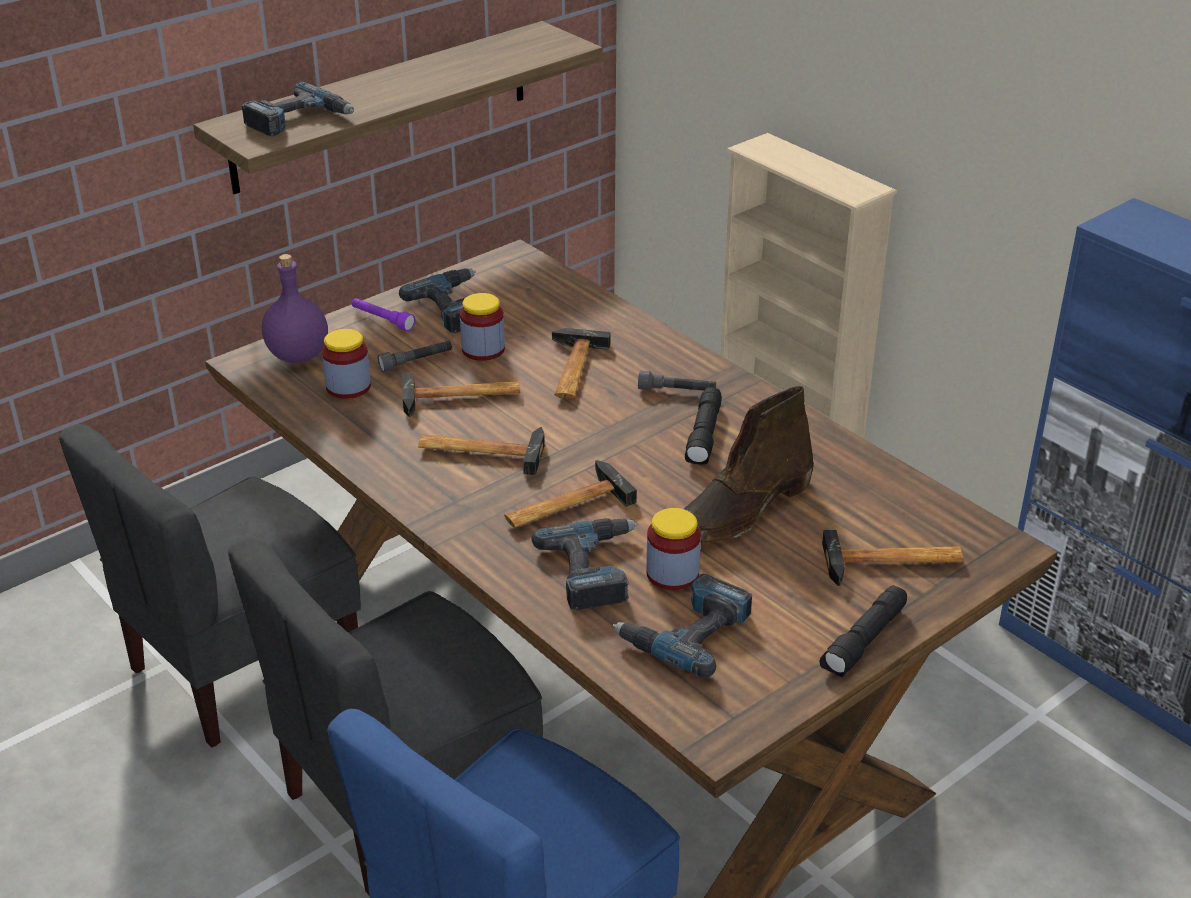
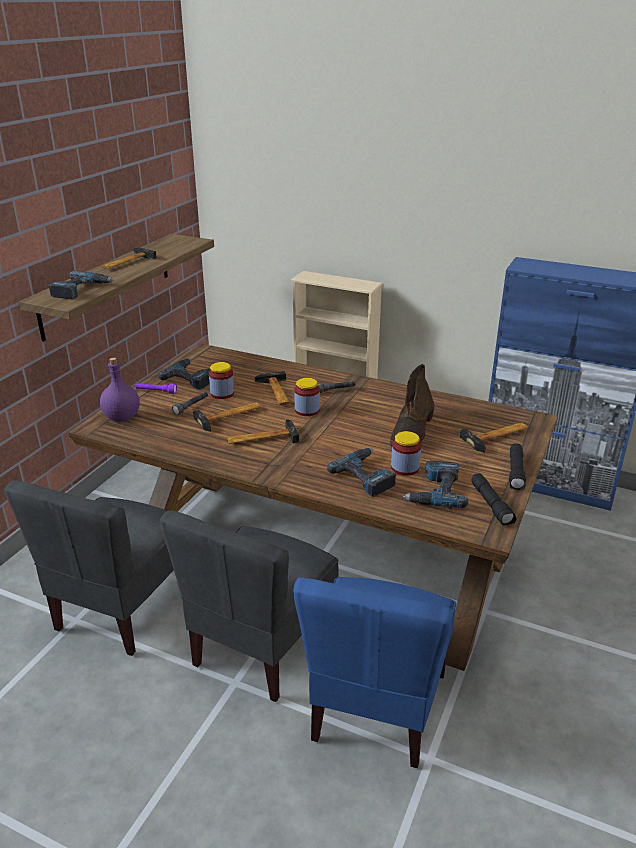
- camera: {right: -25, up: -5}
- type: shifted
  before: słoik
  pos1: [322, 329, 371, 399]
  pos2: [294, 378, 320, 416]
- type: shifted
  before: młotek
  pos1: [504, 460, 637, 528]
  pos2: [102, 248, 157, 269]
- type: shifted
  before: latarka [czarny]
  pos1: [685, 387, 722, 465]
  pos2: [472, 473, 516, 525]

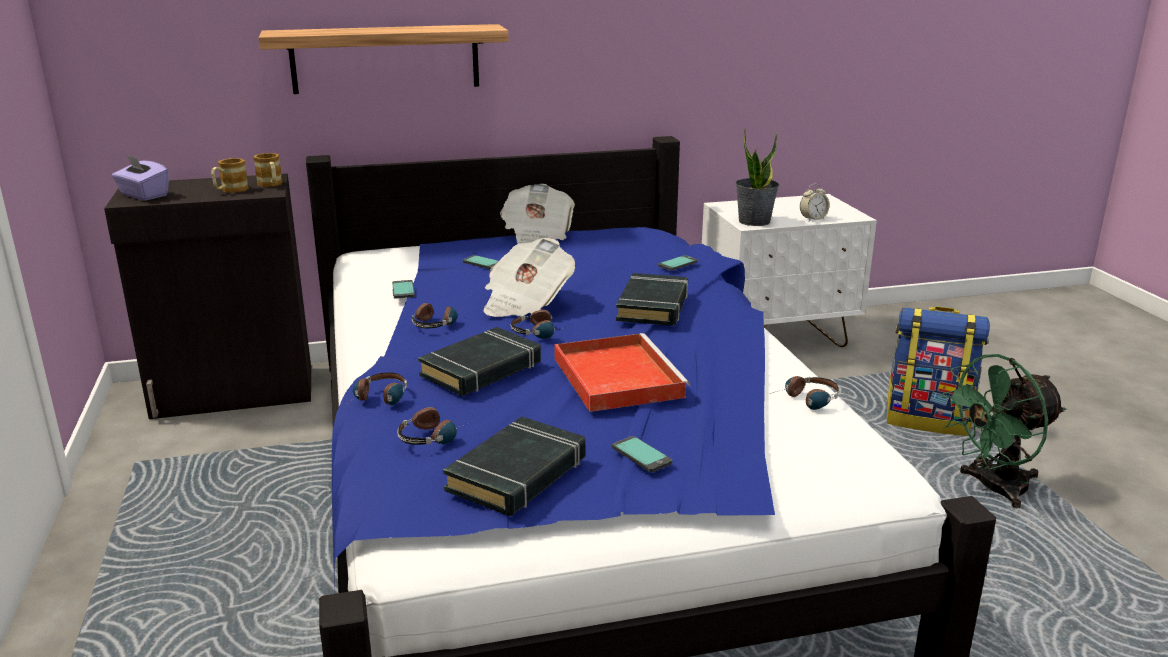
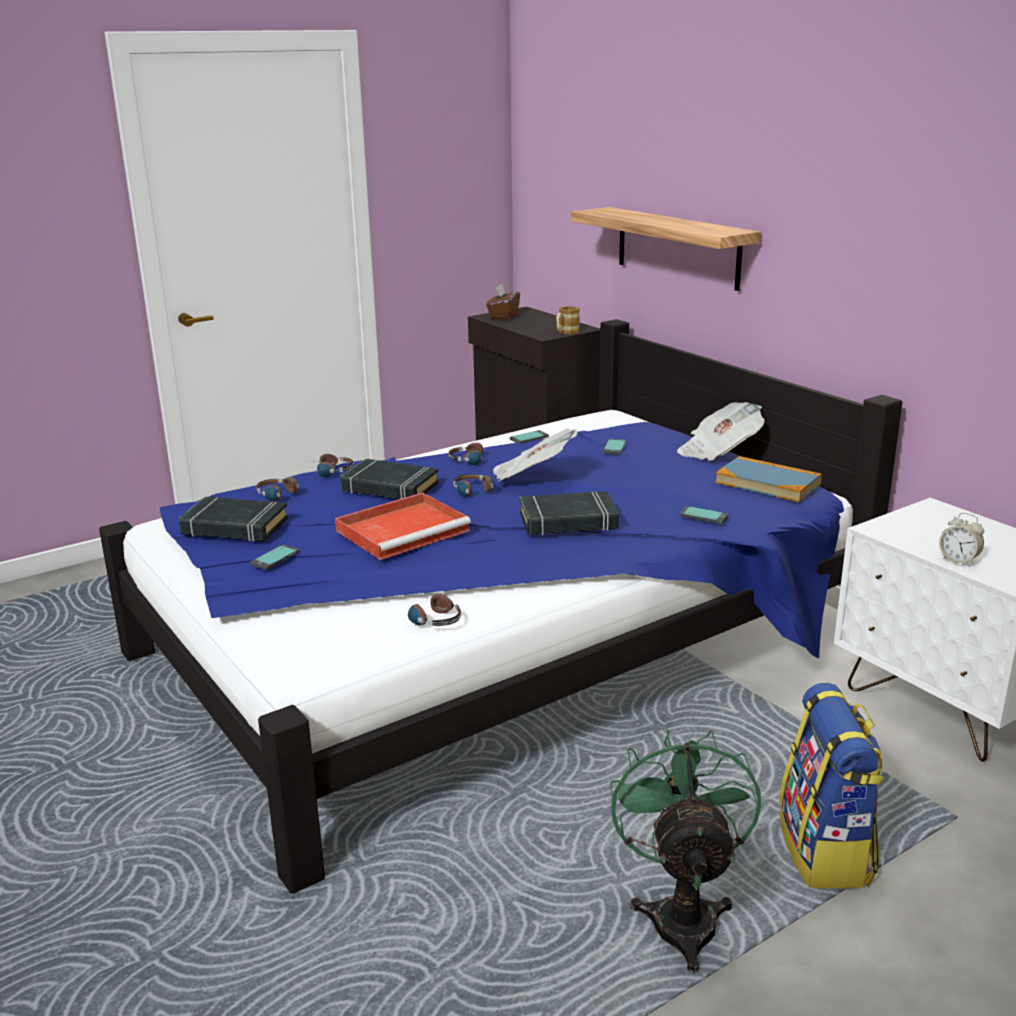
- camera: {right: 70, up: 0}
- type: gone
  before: kubek
  pos1: [211, 158, 249, 193]
- type: gone
  before: roślina doniczkowa
  pos1: [735, 128, 779, 226]
- type: new
  after: książka
  pos2: [715, 456, 822, 502]
- type: repainted
  before: pudełko chusteczek [fioletowy]
  after: pudełko chusteczek [brązowy]
  pos1: [112, 155, 169, 201]
  pos2: [486, 284, 520, 320]
- type: rotated
  before: wentylator [zielony]
  pos1: [941, 354, 1066, 508]
  pos2: [610, 728, 761, 973]
  turn: 45

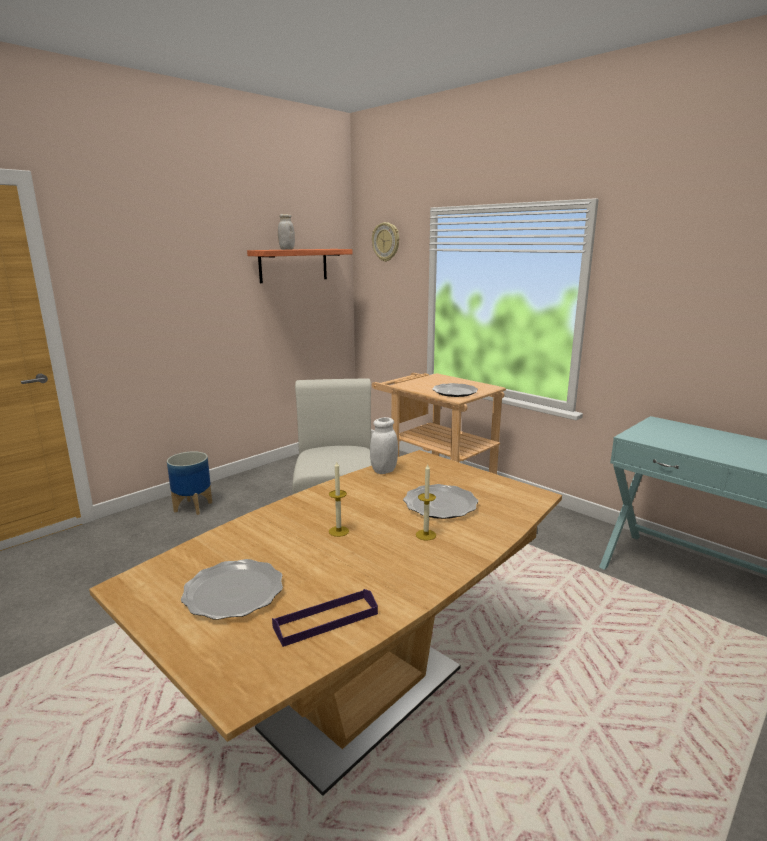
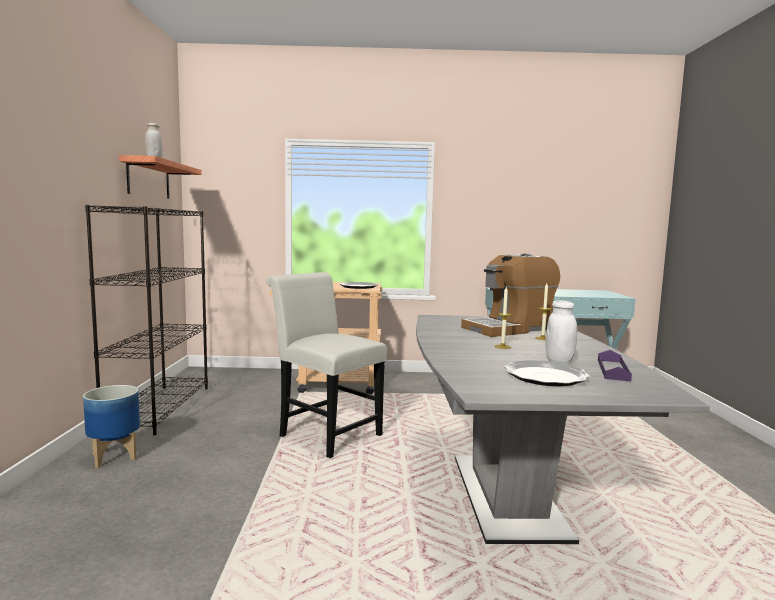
- camera: {right: -45, up: -10}
- type: gone
  before: zegar ścienny
  pos1: [372, 222, 399, 262]
- type: new
  after: regał [czarny]
  pos2: [85, 205, 208, 435]
- type: shifted
  before: słoik [biały]
  pos1: [370, 417, 398, 474]
  pos2: [546, 300, 577, 364]
- type: swapped
  before: talerz
  after: ekspres do kawy
  pos1: [403, 484, 479, 519]
  pos2: [461, 254, 560, 337]
- type: repainted
  before: stół jadalny [brązowy]
  after: stół jadalny [szary]
  pos1: [89, 450, 562, 796]
  pos2: [416, 315, 710, 544]

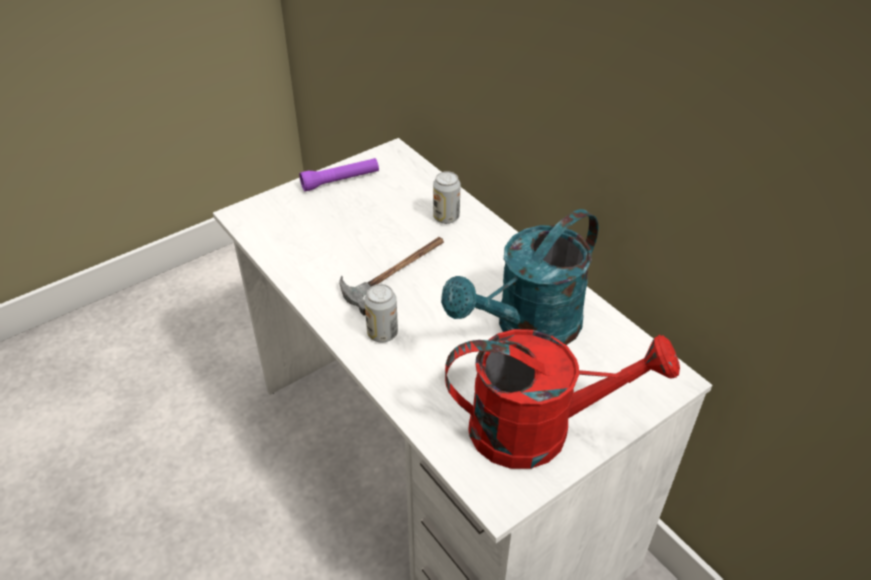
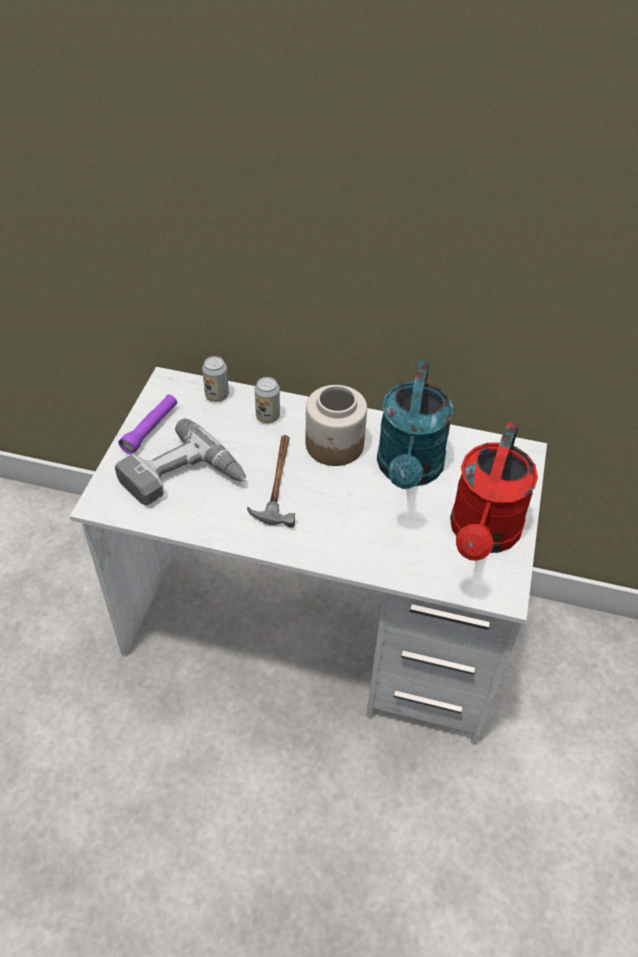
- camera: {right: -40, up: 5}
- type: new
  after: wiertarka
  pos2: [115, 418, 246, 505]
- type: new
  after: słoik
  pos2: [306, 385, 367, 466]
- type: shifted
  before: puszka
  pos1: [364, 284, 398, 343]
  pos2: [202, 356, 229, 402]
- type: rotated
  before: konewka [czerwony]
  pos1: [445, 329, 680, 469]
  pos2: [450, 422, 538, 561]
  turn: 150

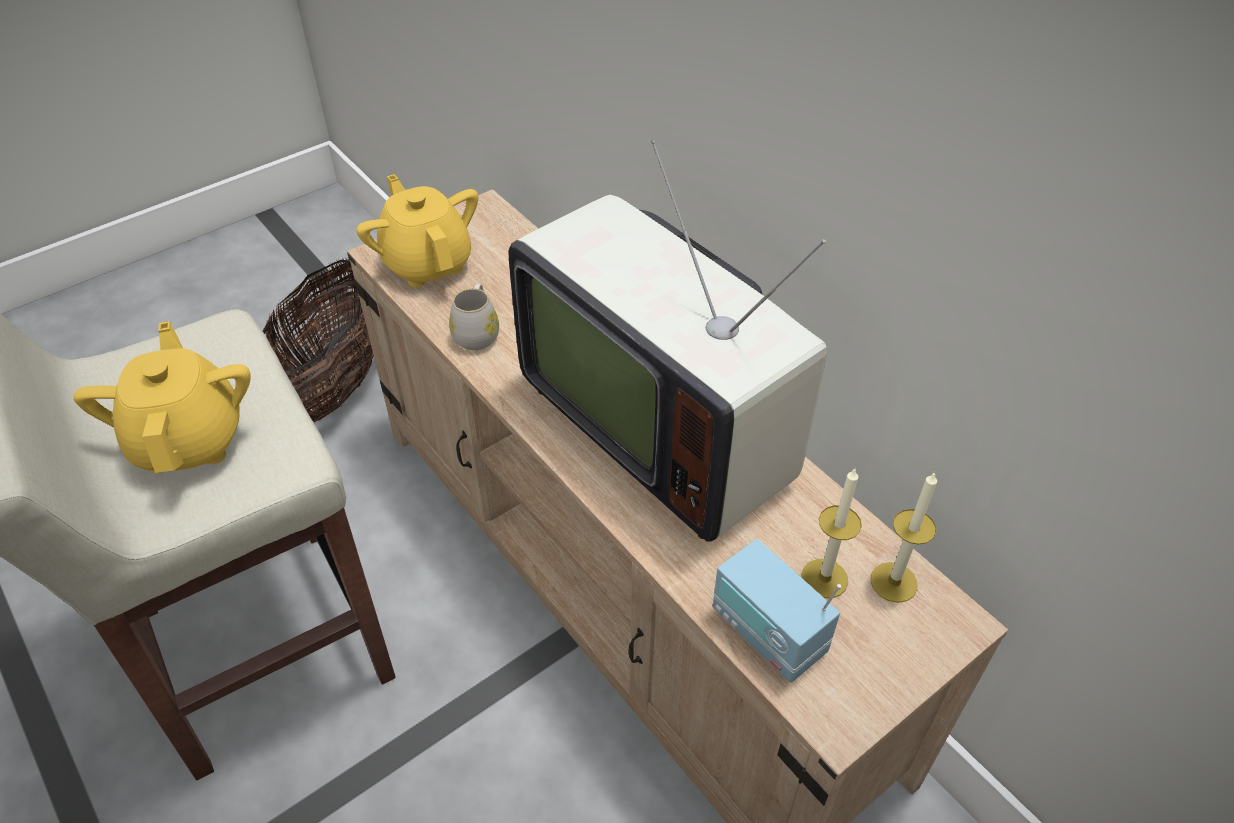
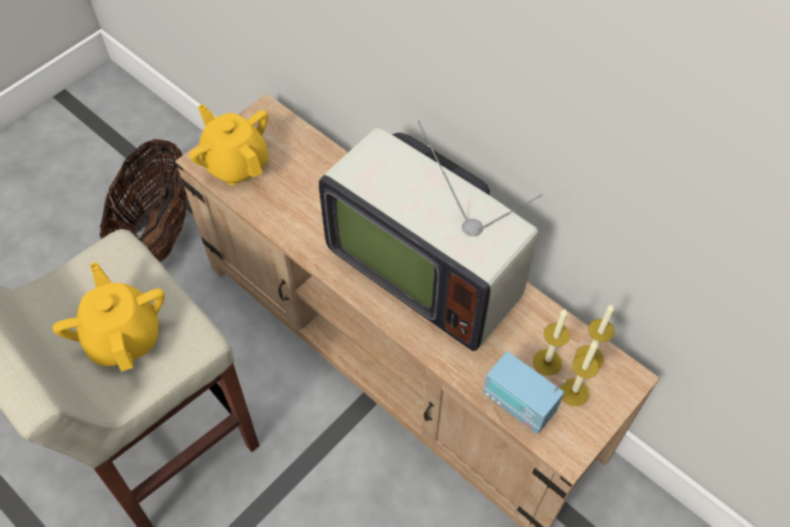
- camera: {right: -10, up: 10}
- type: gone
  before: kubek [biały]
  pos1: [449, 284, 499, 350]
- type: new
  after: świeca
  pos2: [560, 341, 599, 406]

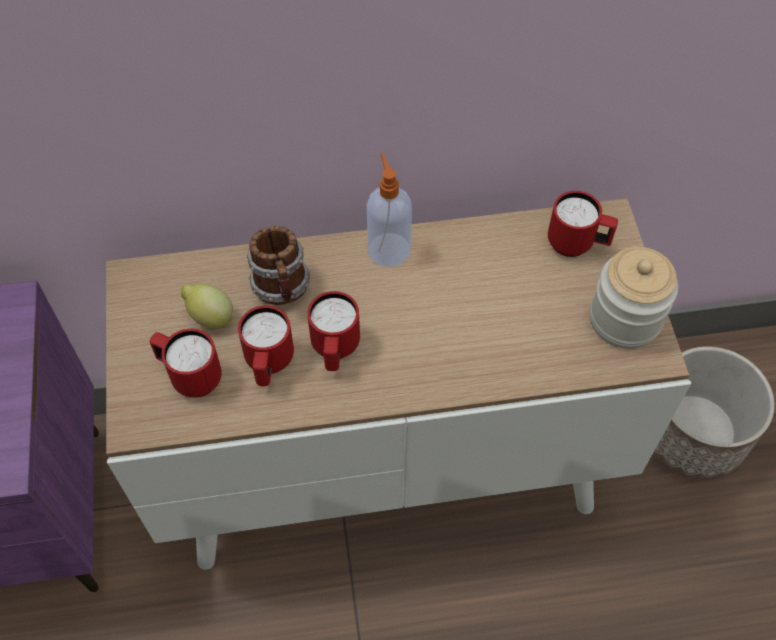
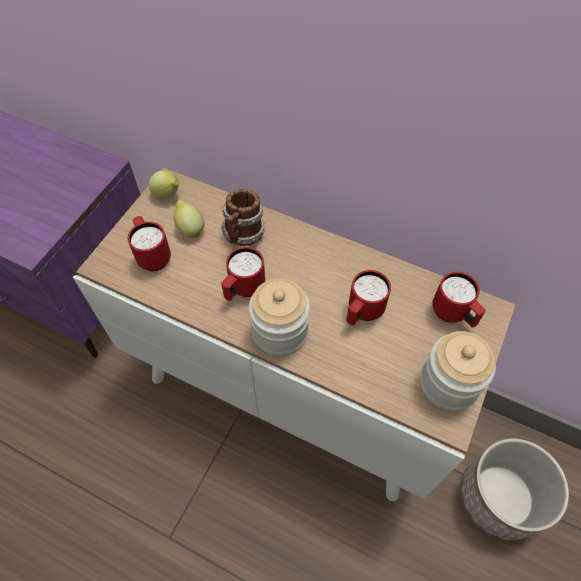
- camera: {right: 35, up: 0}
- type: gone
  before: dozownik mydła
  pos1: [367, 153, 412, 267]
- type: new
  after: cytryna
  pos2: [149, 170, 179, 199]
- type: new
  after: słoik
  pos2: [249, 278, 310, 357]
- type: shifted
  before: kubek [czerwony]
  pos1: [238, 306, 294, 386]
  pos2: [346, 270, 391, 325]

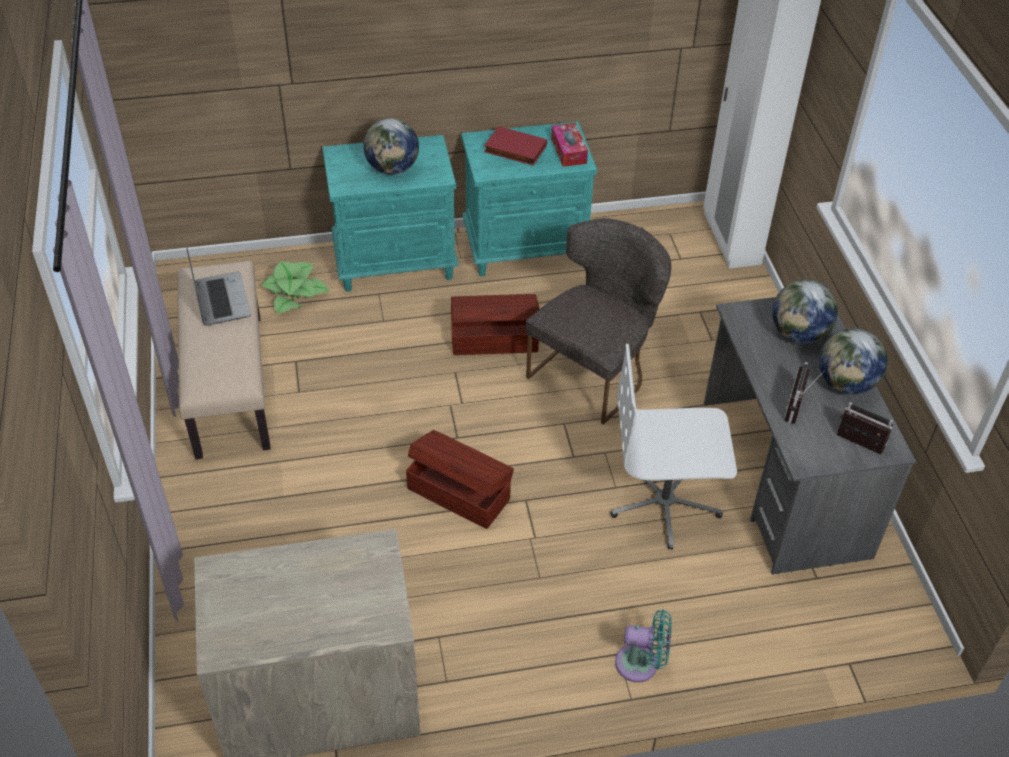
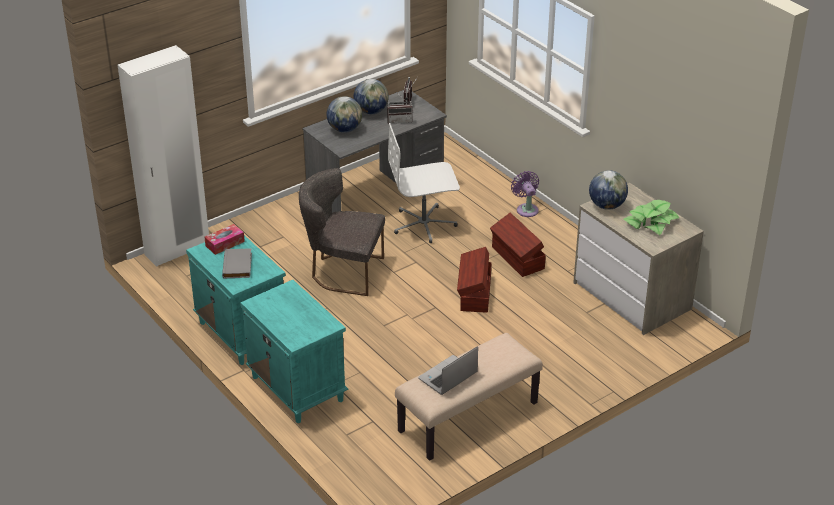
- camera: {right: -115, up: -10}
- type: shifted
  before: roślina doniczkowa
  pos1: [262, 262, 329, 314]
  pos2: [624, 200, 680, 235]
- type: shifted
  before: globus
  pos1: [363, 118, 419, 175]
  pos2: [589, 170, 628, 210]
- type: shifted
  before: pojemnik do przechowywania [brązowy]
  pos1: [451, 294, 539, 355]
  pos2: [490, 213, 546, 277]
- type: repainted
  before: książka [czerwony]
  after: książka [szary]
  pos1: [484, 126, 547, 166]
  pos2: [222, 248, 252, 279]
- type: repainted
  before: wentylator [turkusowy]
  after: wentylator [fioletowy]
  pos1: [615, 610, 672, 682]
  pos2: [511, 171, 539, 217]
- type: rotated
  before: krzesło biurowe [biały]
  pos1: [611, 344, 737, 550]
  pos2: [388, 123, 460, 243]
  turn: 105

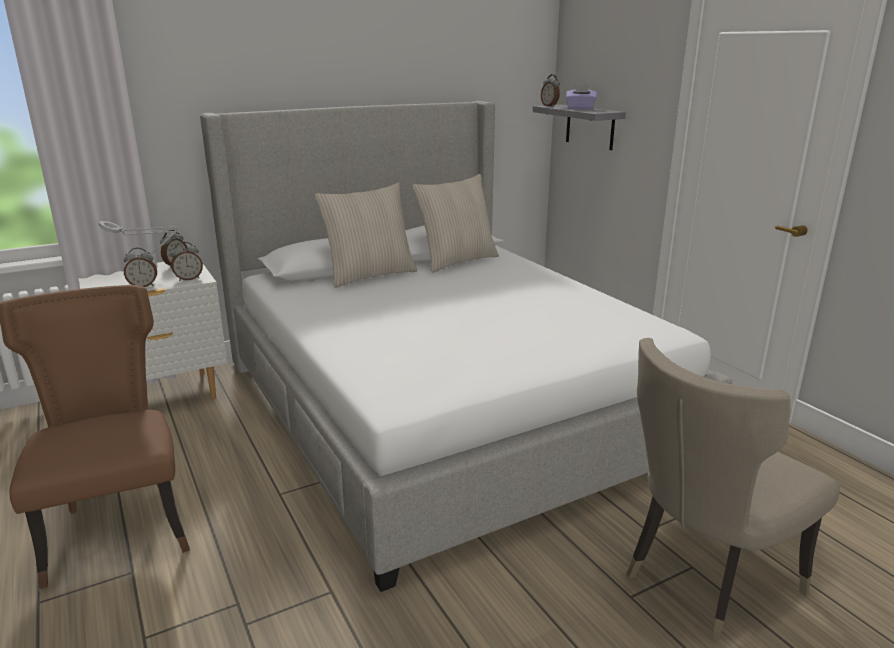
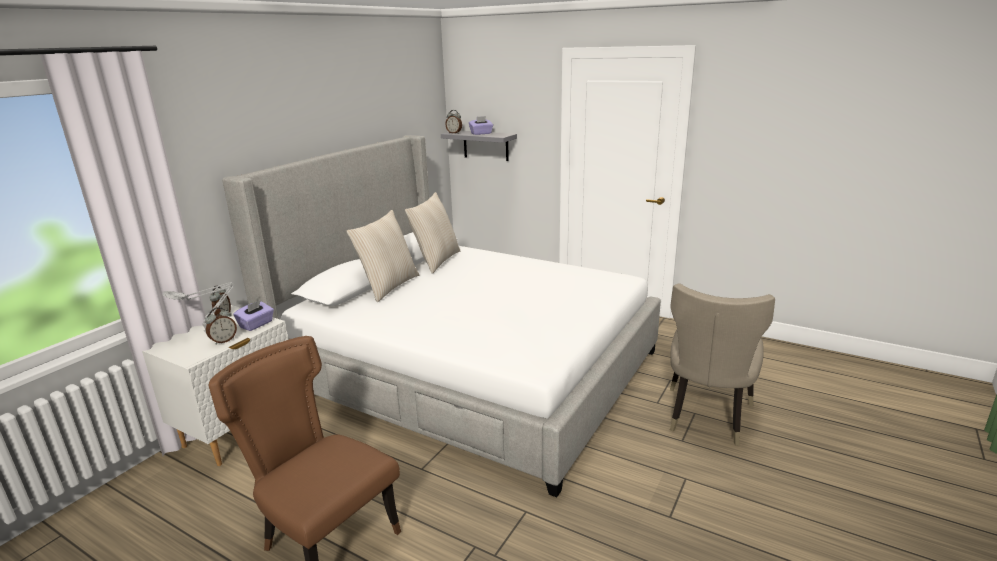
- camera: {right: -30, up: 0}
- type: swapped
  before: budzik
  after: pudełko chusteczek [fioletowy]
  pos1: [171, 242, 203, 281]
  pos2: [233, 300, 274, 331]

